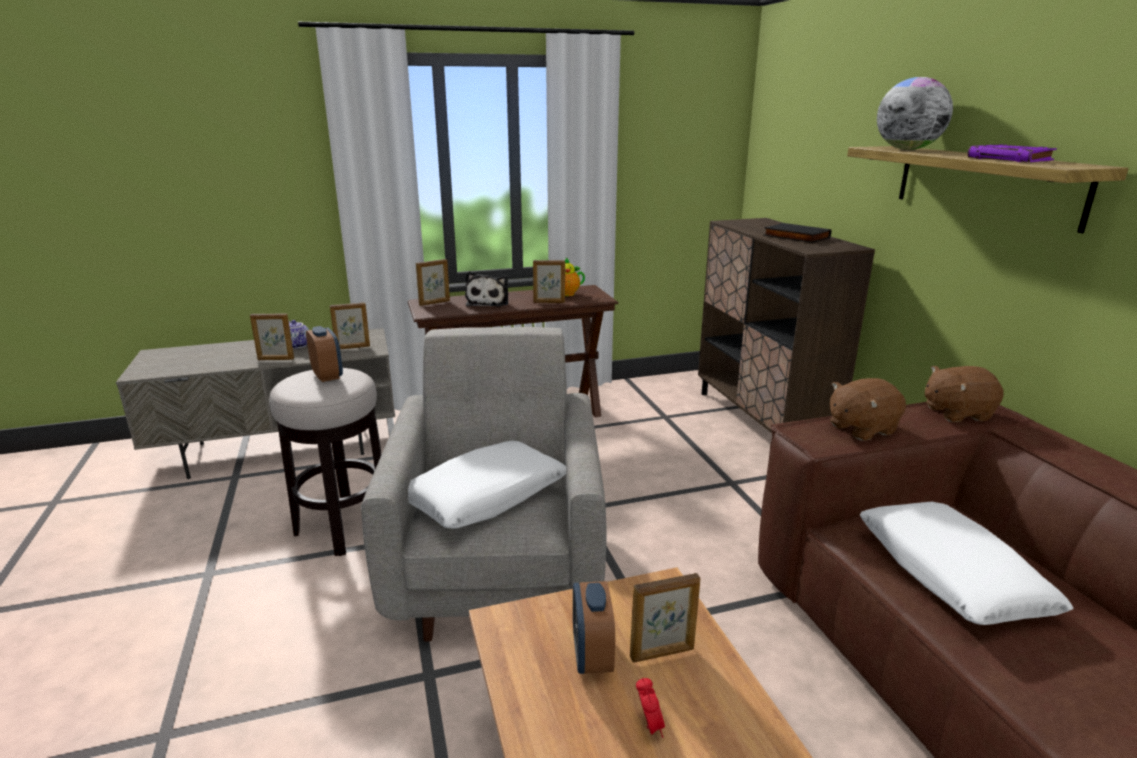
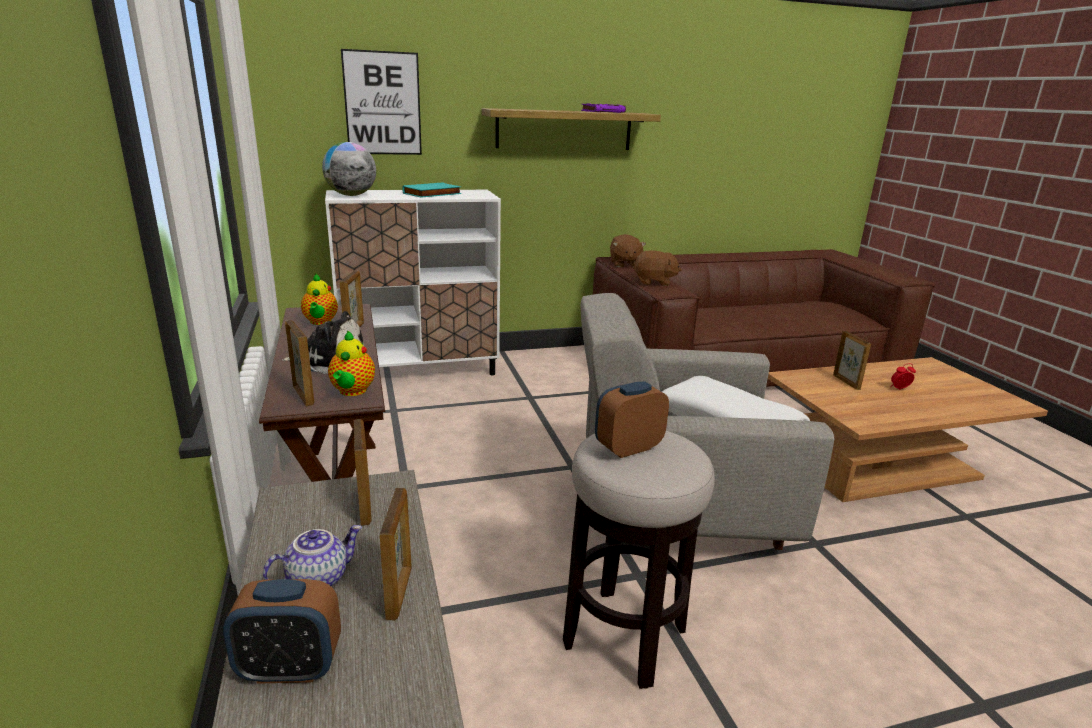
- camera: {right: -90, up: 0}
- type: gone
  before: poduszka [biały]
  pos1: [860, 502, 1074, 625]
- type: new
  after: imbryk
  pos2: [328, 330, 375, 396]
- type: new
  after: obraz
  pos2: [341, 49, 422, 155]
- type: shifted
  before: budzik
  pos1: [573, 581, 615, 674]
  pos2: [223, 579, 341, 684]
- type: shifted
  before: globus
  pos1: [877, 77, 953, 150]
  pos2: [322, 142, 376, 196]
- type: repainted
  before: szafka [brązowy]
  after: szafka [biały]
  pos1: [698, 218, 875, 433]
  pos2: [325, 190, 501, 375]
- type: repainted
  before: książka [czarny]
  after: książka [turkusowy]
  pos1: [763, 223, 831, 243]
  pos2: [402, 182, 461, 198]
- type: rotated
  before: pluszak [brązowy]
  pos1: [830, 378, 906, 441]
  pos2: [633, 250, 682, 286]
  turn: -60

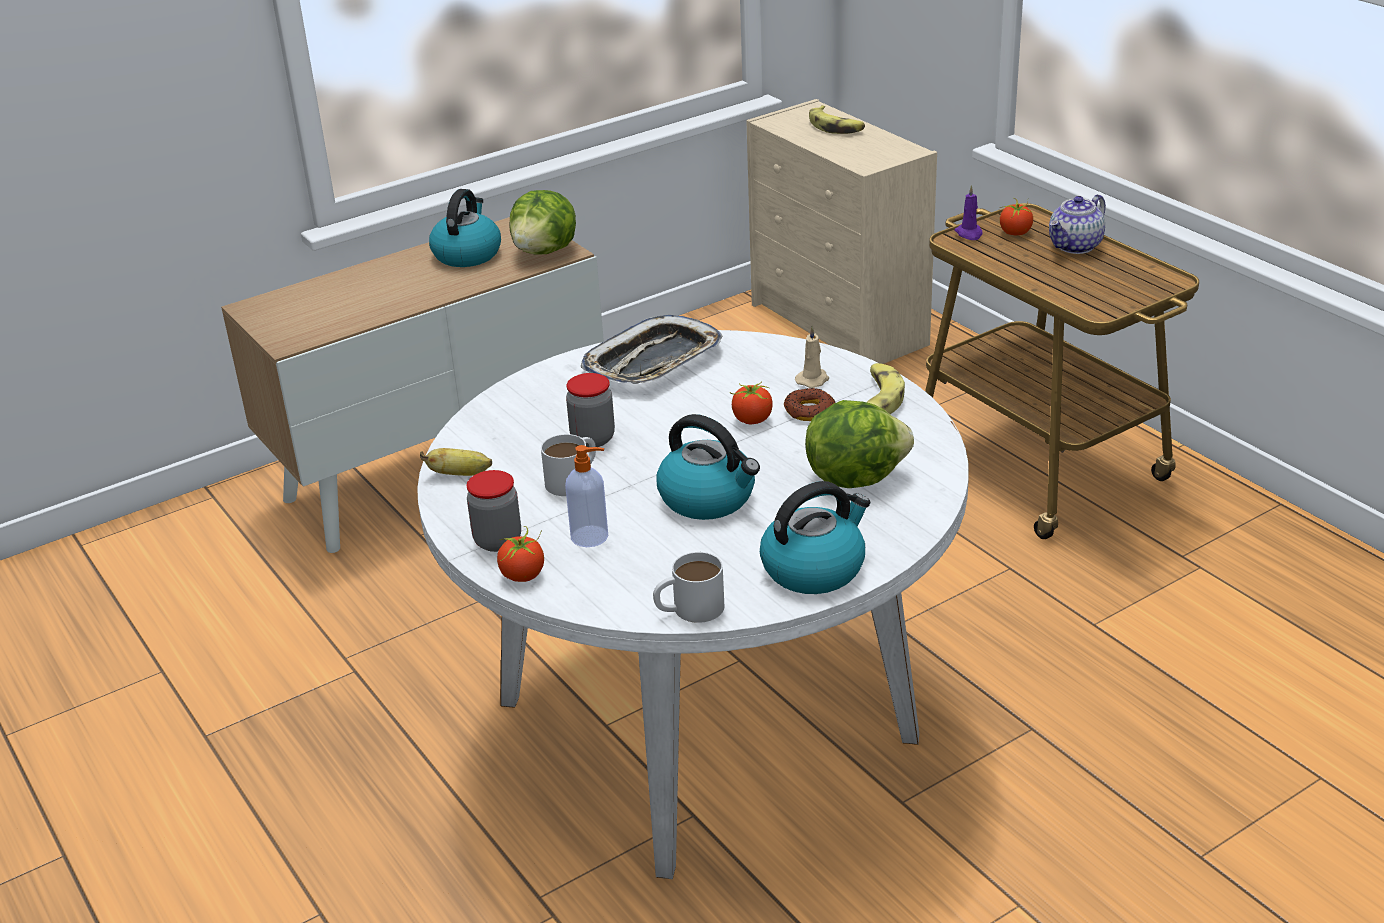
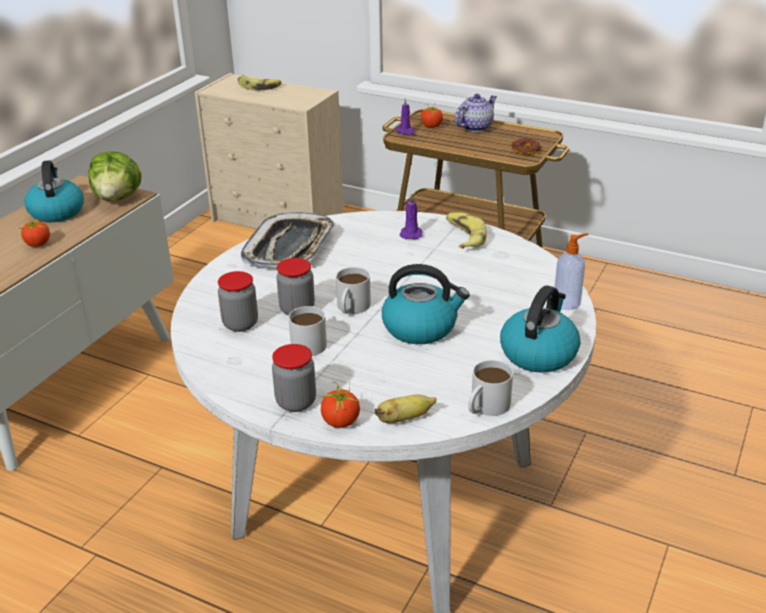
- camera: {right: -30, up: 0}
- type: gone
  before: sałata
  pos1: [805, 400, 914, 488]
- type: new
  after: słoik
  pos2: [218, 271, 258, 332]
- type: new
  after: kubek [biały]
  pos2: [336, 267, 371, 314]
- type: shifted
  before: banan
  pos1: [420, 448, 492, 476]
  pos2: [375, 395, 437, 423]
- type: shifted
  before: dozownik mydła
  pos1: [565, 445, 608, 547]
  pos2: [555, 233, 589, 310]
- type: shifted
  before: pomidor
  pos1: [730, 381, 773, 424]
  pos2: [20, 219, 50, 247]
- type: shifted
  before: donut
  pos1: [784, 388, 835, 421]
  pos2: [512, 138, 541, 155]
- type: repainted
  before: świeca [beżowy]
  after: świeca [fioletowy]
  pos1: [795, 326, 829, 388]
  pos2: [400, 194, 422, 239]
- type: rotated
  before: imbryk
  pos1: [1049, 194, 1106, 254]
  pos2: [455, 94, 497, 132]
  turn: -150

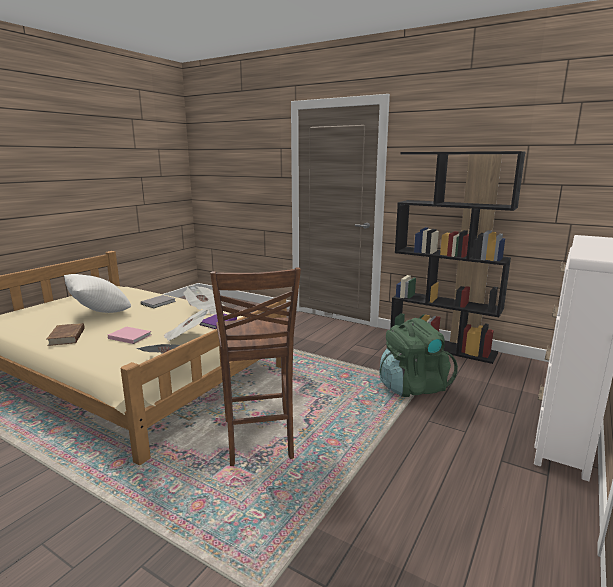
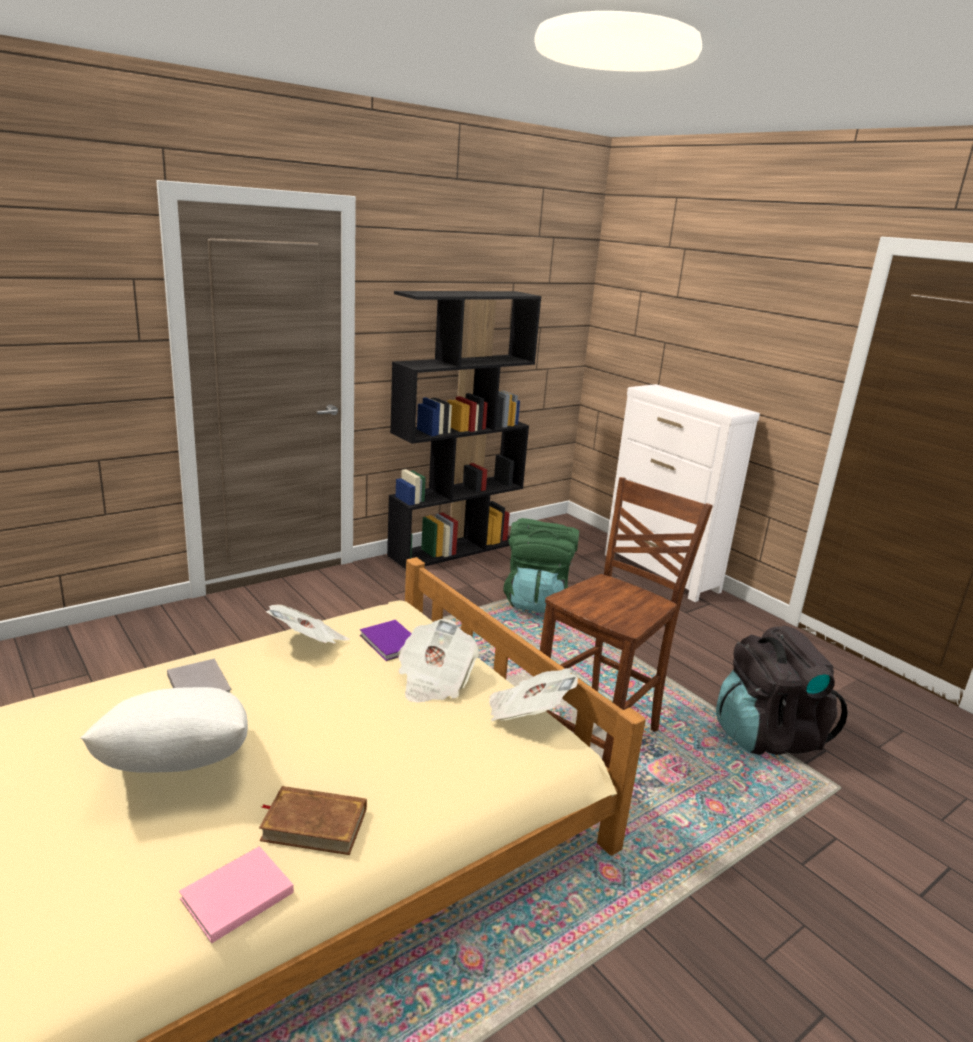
- camera: {right: -70, up: 5}
- type: new
  after: plecak [czarny]
  pos2: [716, 626, 848, 755]
- type: shifted
  before: książka [różowy]
  pos1: [108, 326, 151, 344]
  pos2: [179, 846, 294, 943]
- type: rotated
  before: krzesło [brązowy]
  pos1: [210, 268, 301, 466]
  pos2: [540, 477, 713, 768]
  turn: -60

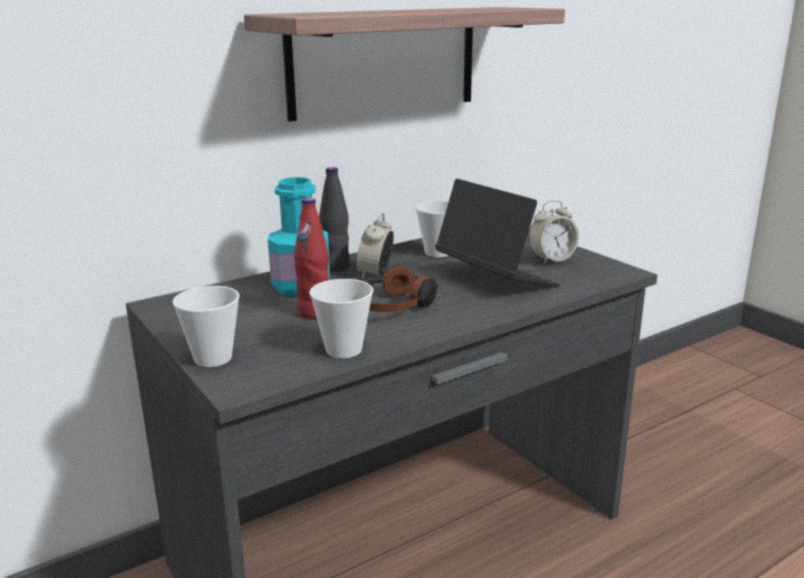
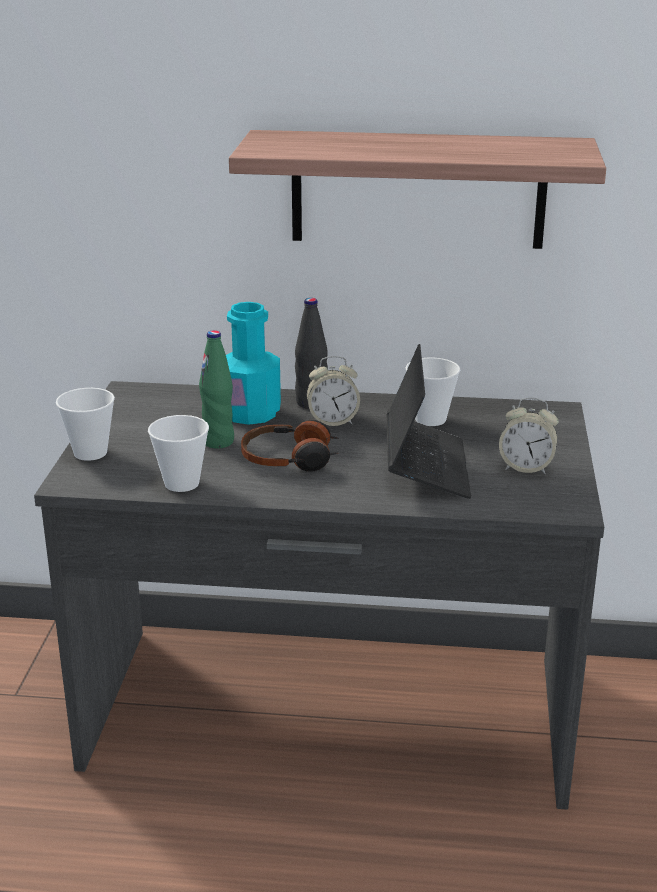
- camera: {right: 40, up: 5}
- type: repainted
  before: butelka [czerwony]
  after: butelka [zielony]
  pos1: [294, 197, 329, 319]
  pos2: [199, 330, 234, 449]
- type: rotated
  before: budzik
  pos1: [357, 214, 394, 278]
  pos2: [307, 356, 360, 426]
  turn: -150

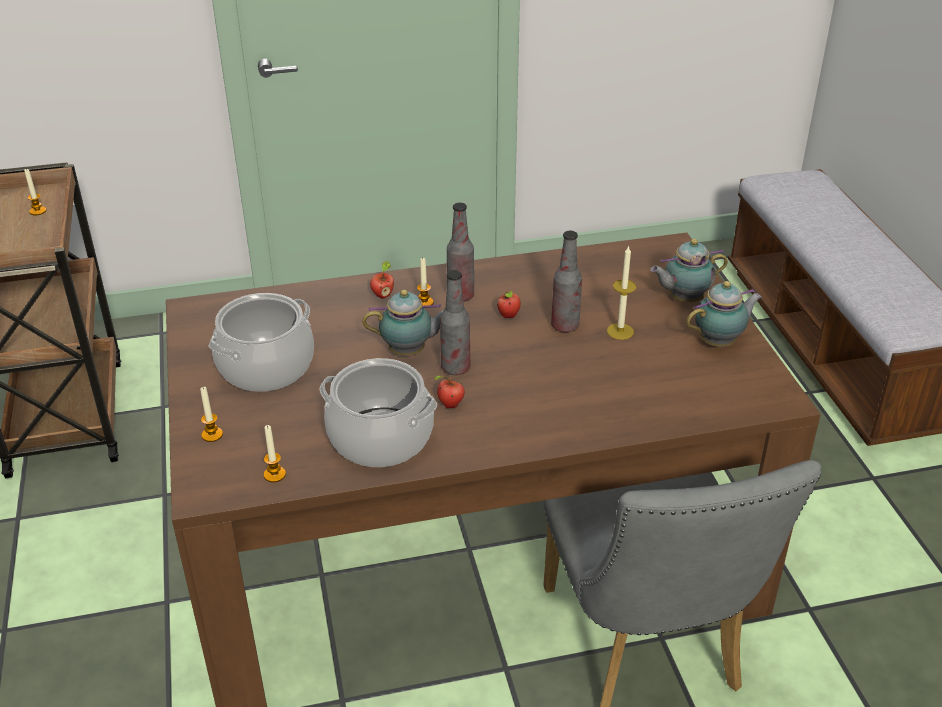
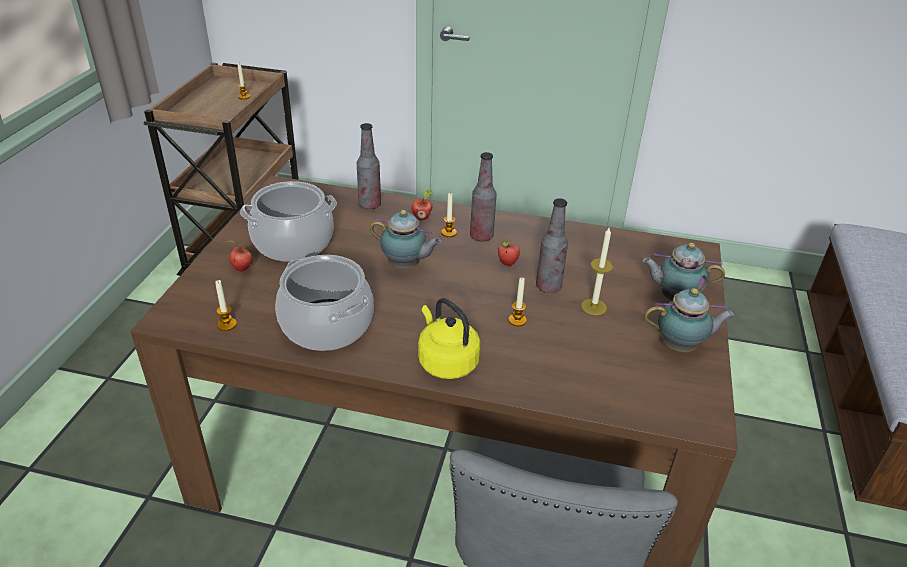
- camera: {right: 25, up: 0}
- type: new
  after: czajnik [żółty]
  pos2: [418, 298, 480, 379]
- type: shifted
  before: świeca
  pos1: [200, 387, 223, 442]
  pos2: [508, 277, 527, 326]
- type: shifted
  before: jabłko
  pos1: [434, 375, 465, 408]
  pos2: [224, 241, 253, 272]
- type: shifted
  before: butelka
  pos1: [440, 270, 470, 375]
  pos2: [357, 123, 381, 209]

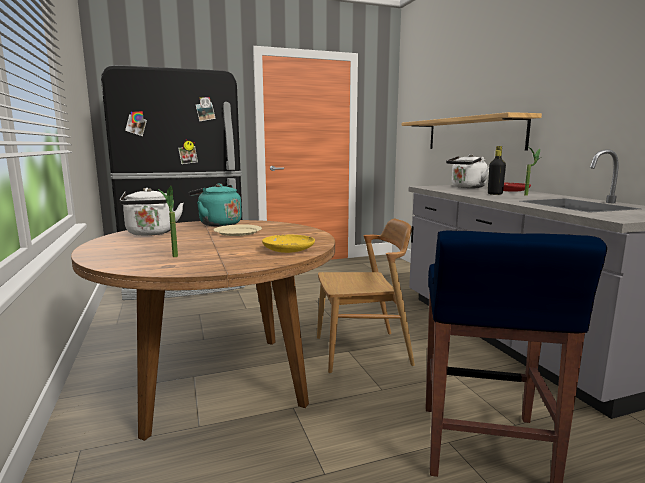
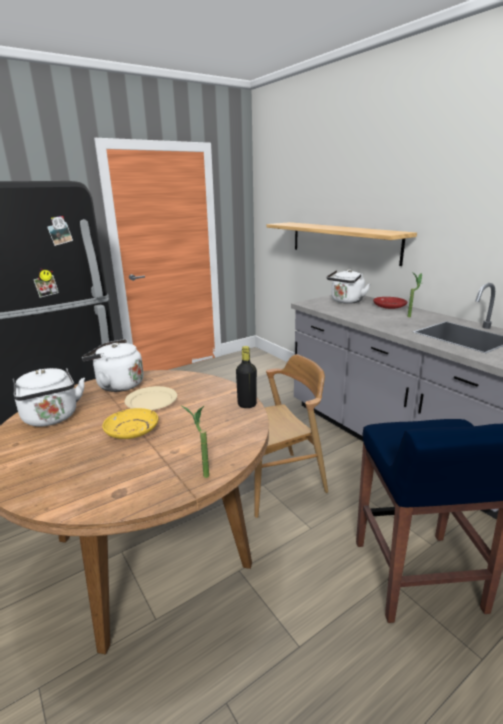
- camera: {right: -15, up: 10}
- type: shifted
  before: roślina doniczkowa
  pos1: [157, 186, 178, 257]
  pos2: [182, 405, 209, 478]
- type: shifted
  before: talerz [żółty]
  pos1: [262, 235, 315, 253]
  pos2: [102, 408, 158, 439]
- type: shifted
  before: butelka [czarny]
  pos1: [488, 146, 506, 195]
  pos2: [236, 346, 257, 408]
- type: repainted
  before: czajnik [turkusowy]
  after: czajnik [biały]
  pos1: [189, 184, 242, 227]
  pos2: [82, 339, 144, 392]

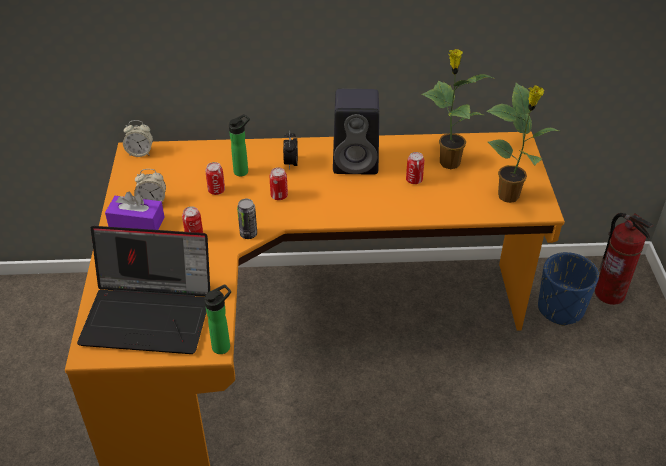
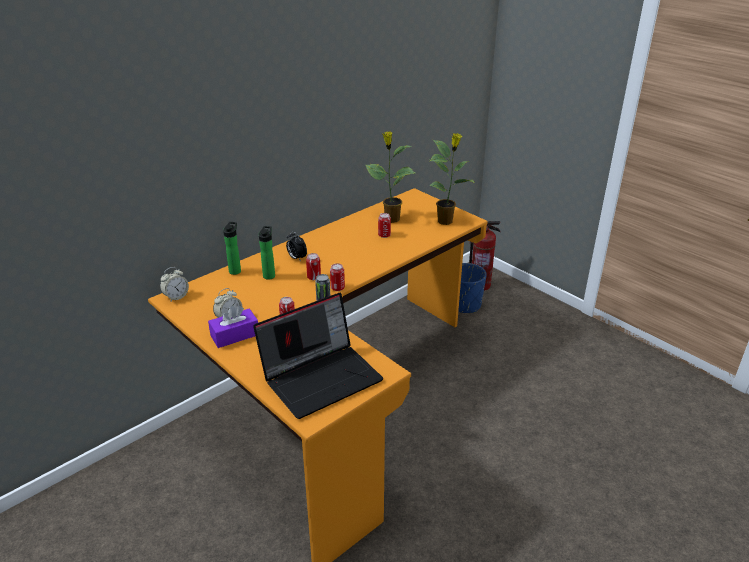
- camera: {right: -40, up: -10}
- type: gone
  before: głośnik [czarny]
  pos1: [333, 89, 379, 175]
- type: shifted
  before: butelka
  pos1: [204, 284, 231, 354]
  pos2: [223, 222, 241, 275]
- type: shifted
  before: puszka
  pos1: [206, 162, 225, 195]
  pos2: [330, 263, 345, 291]

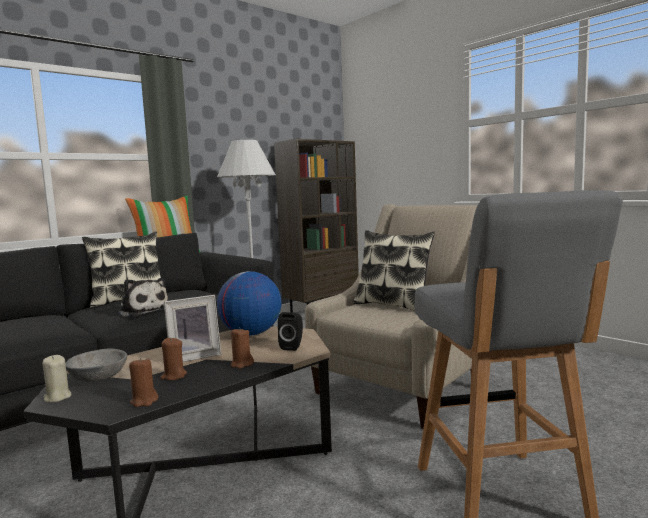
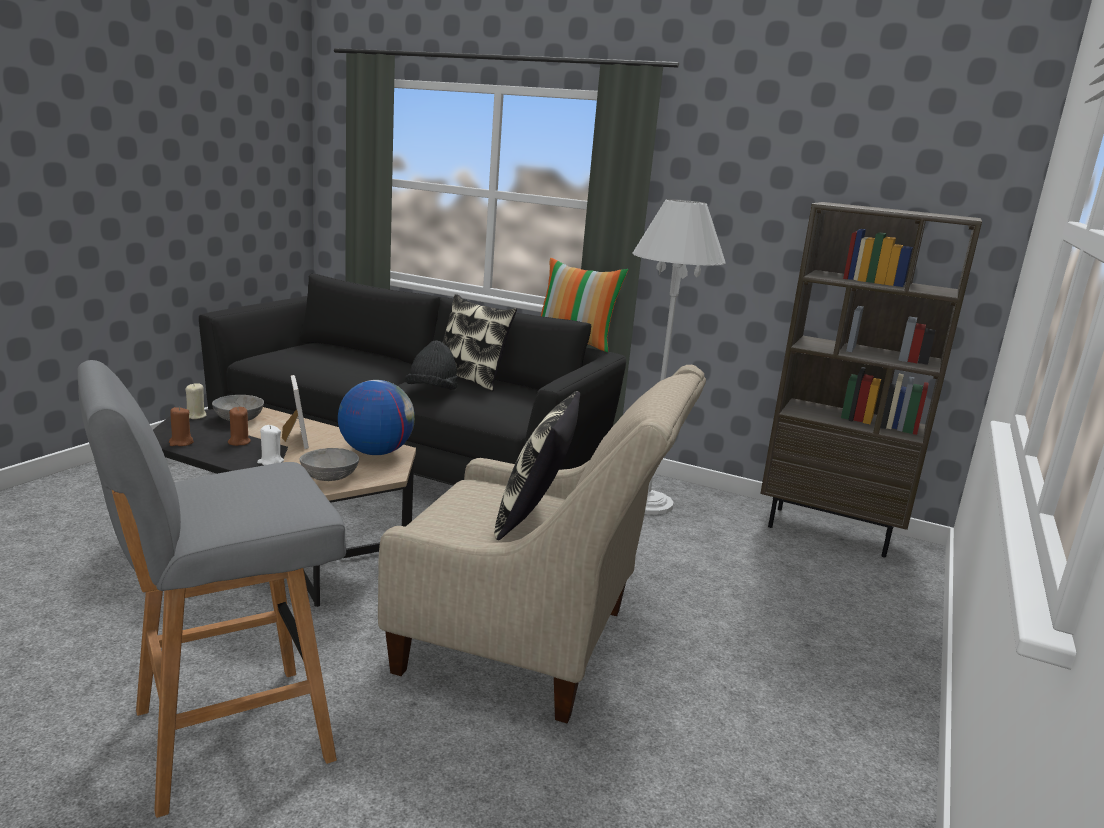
- camera: {right: 65, up: 10}
- type: swapped
  before: pluszak
  after: kapelusz [czarny]
  pos1: [117, 278, 168, 317]
  pos2: [405, 341, 457, 390]
- type: swapped
  before: głośnik [czarny]
  after: miska [szary]
  pos1: [278, 312, 303, 351]
  pos2: [299, 448, 359, 481]
- type: repainted
  before: świeca [brązowy]
  after: świeca [biały]
  pos1: [231, 327, 254, 369]
  pos2: [257, 425, 284, 465]
- type: rotated
  before: ramka na zdjęcie
  pos1: [164, 295, 221, 362]
  pos2: [282, 375, 309, 449]
  turn: -150

